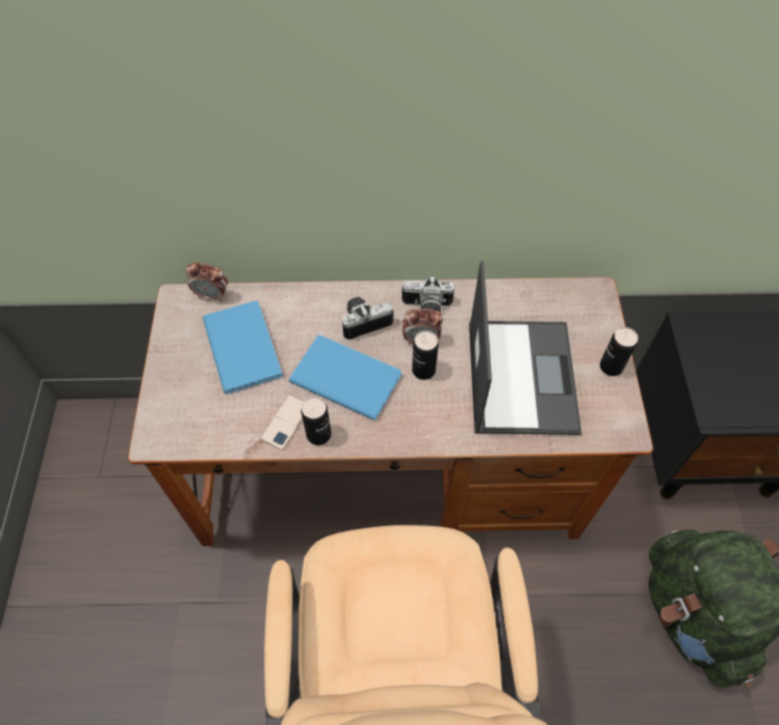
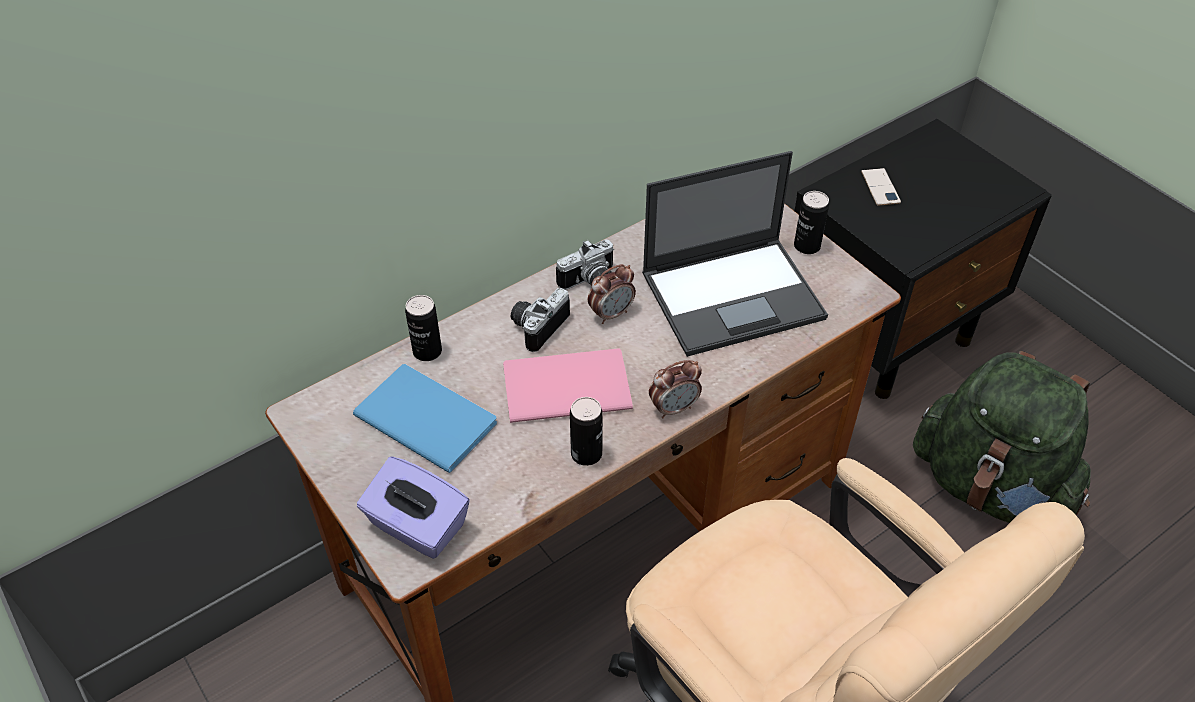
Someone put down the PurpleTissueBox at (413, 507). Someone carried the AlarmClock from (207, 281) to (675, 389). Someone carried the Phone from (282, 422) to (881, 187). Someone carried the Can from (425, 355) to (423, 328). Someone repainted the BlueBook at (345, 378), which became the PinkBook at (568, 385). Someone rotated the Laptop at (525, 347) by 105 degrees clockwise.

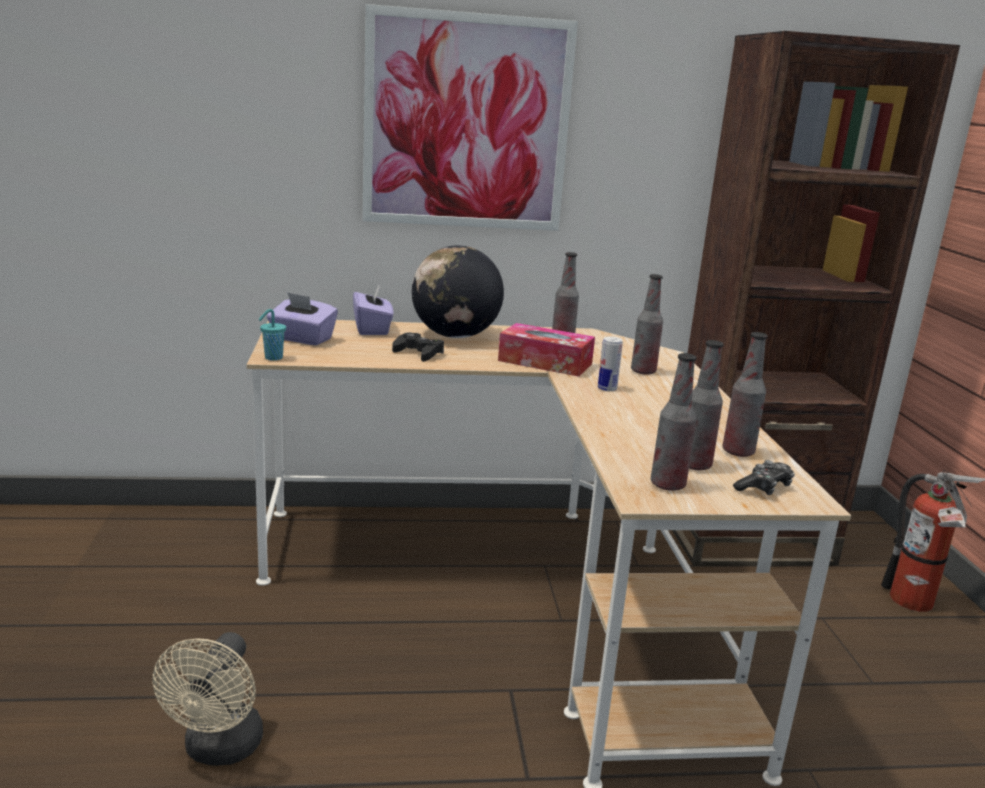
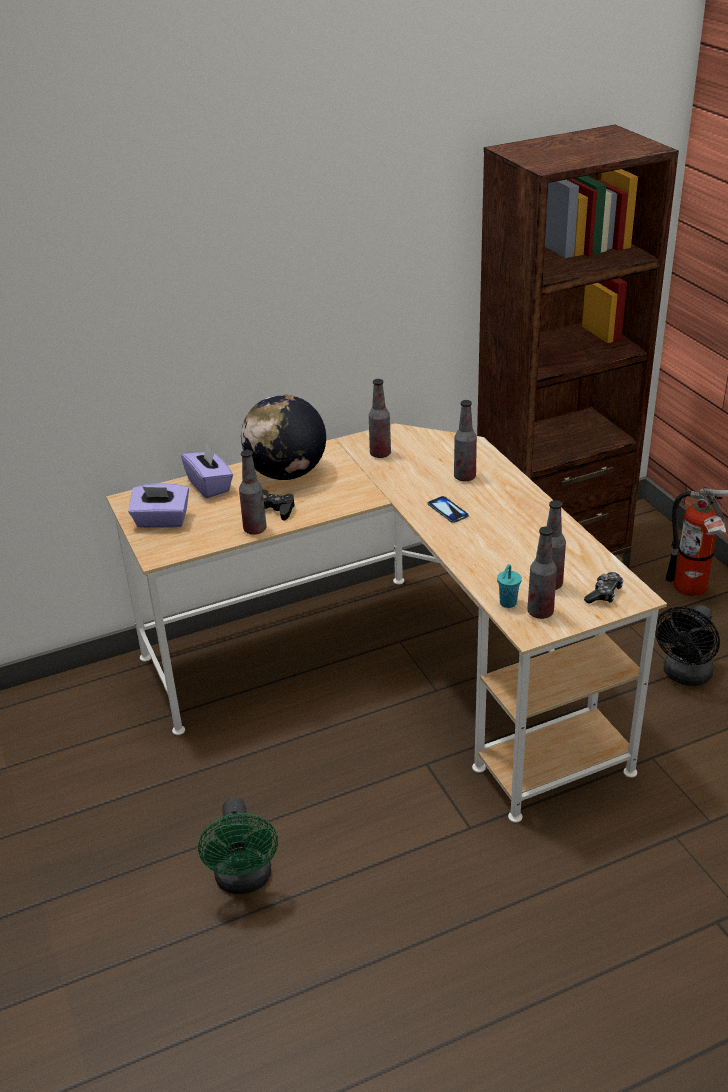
Someone took away the Picture at (470, 117). Someone took away the TissueBox at (546, 350). Someone put down the BlackFan at (687, 645). Someone carried the TurquoiseCup from (272, 335) to (509, 586). Someone carried the Bottle from (745, 394) to (253, 492). Someone swapped the Can at (610, 363) for the Phone at (448, 509). Someone repainted the BeigeFan at (207, 699), which became the GreenFan at (238, 846).

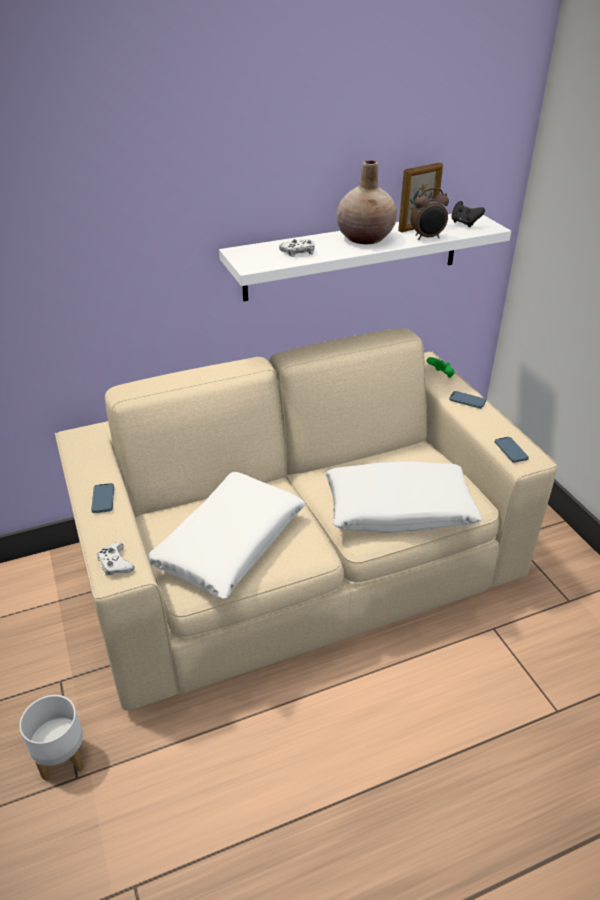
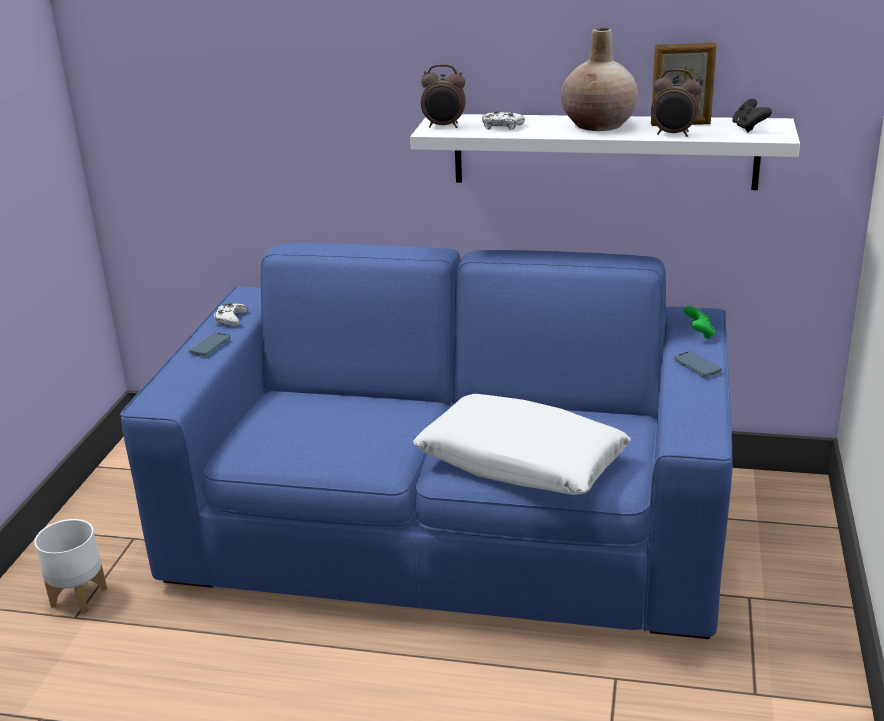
Someone took away the WhitePillow at (227, 535). Someone took away the Phone at (512, 450). Someone put down the AlarmClock at (443, 96). Someone carried the WhiteGameController from (115, 559) to (231, 315). Someone repainted the BeigeSofa at (306, 519), which became the BlueSofa at (426, 441).

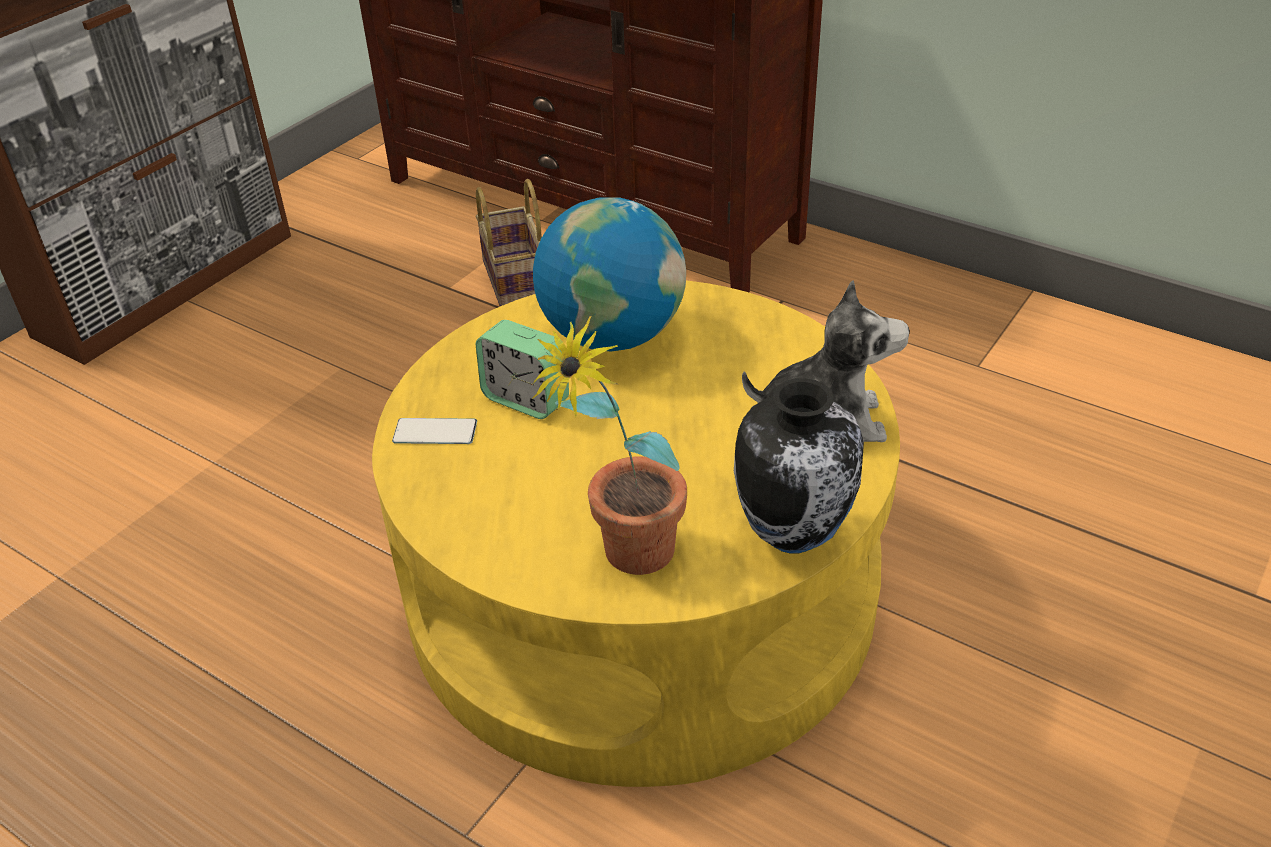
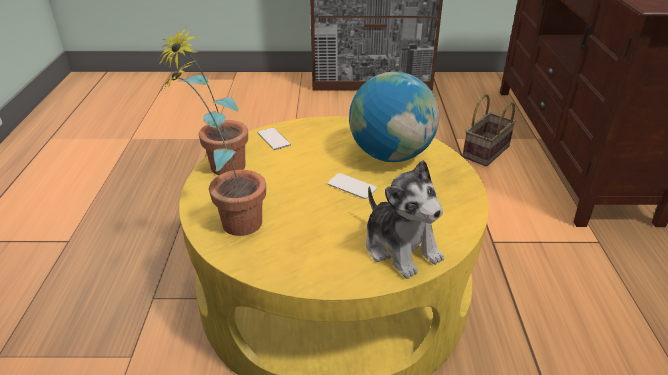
Someone took away the AlarmClock at (522, 369). Someone took away the Vase at (799, 466). Someone put down the PottedPlant at (203, 100). Someone put down the Phone at (352, 186).

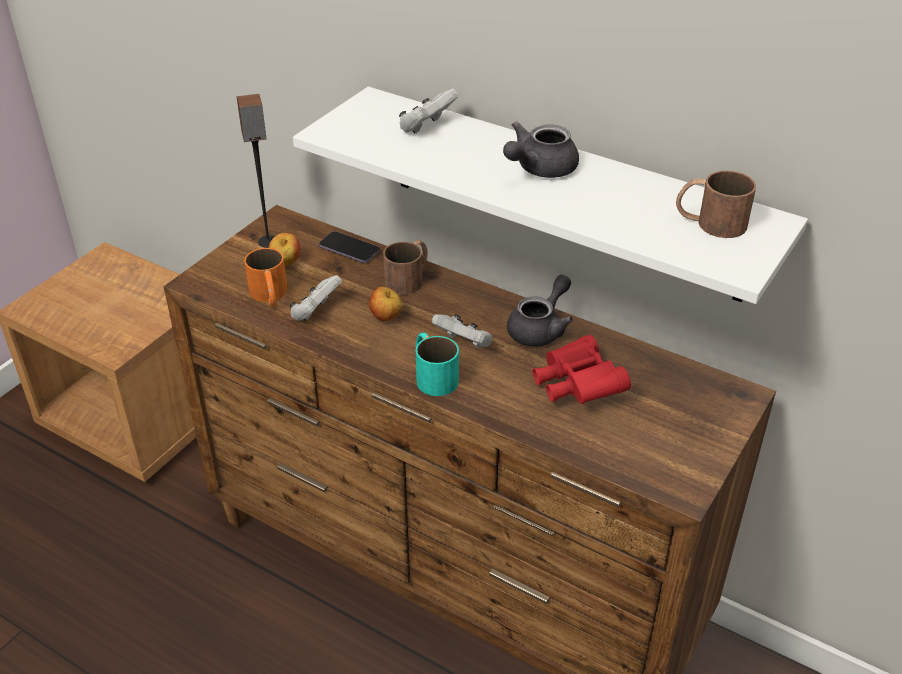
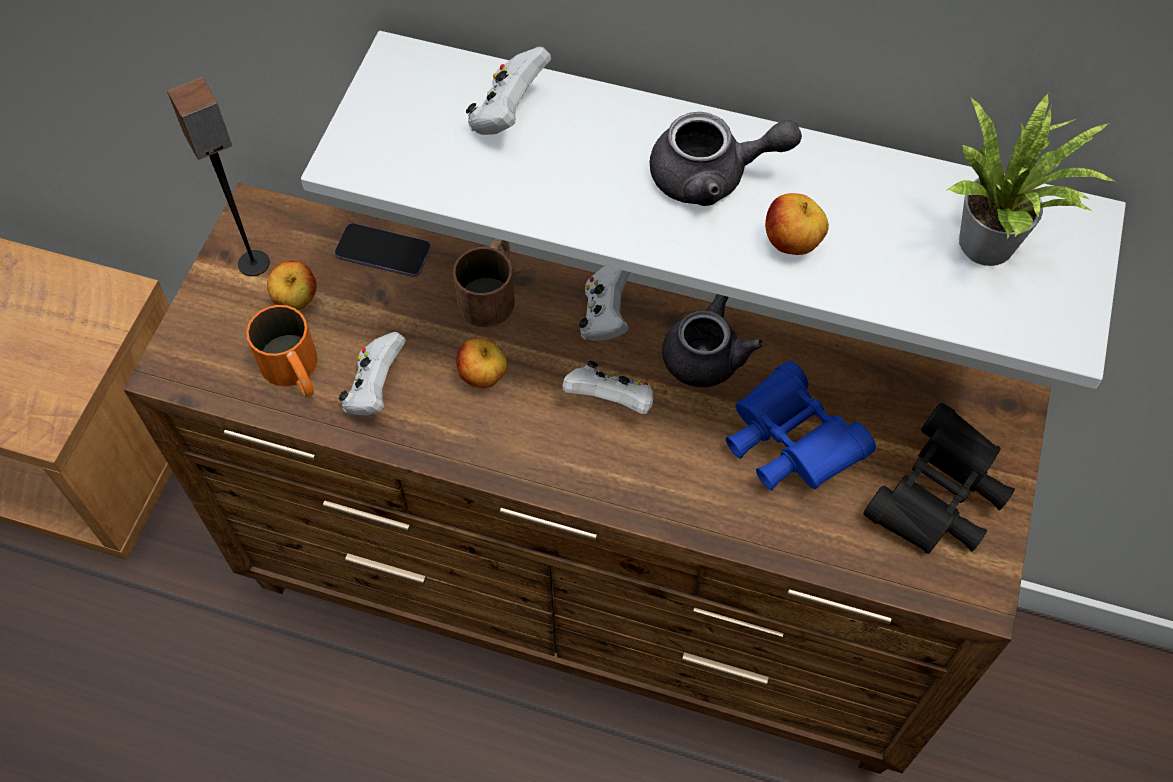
Someone took away the TurquoiseMug at (437, 364). Someone put down the WhiteGameController at (605, 303). Someone put down the Apple at (797, 224). Someone put down the BlackBinoculars at (939, 478). Someone swapped the BrownMug at (716, 204) for the PottedPlant at (1031, 179). Someone repainted the RedBinoculars at (582, 369), which became the BlueBinoculars at (801, 425). Someone rotated the GreyTeapot at (541, 149) by 120 degrees counterclockwise.

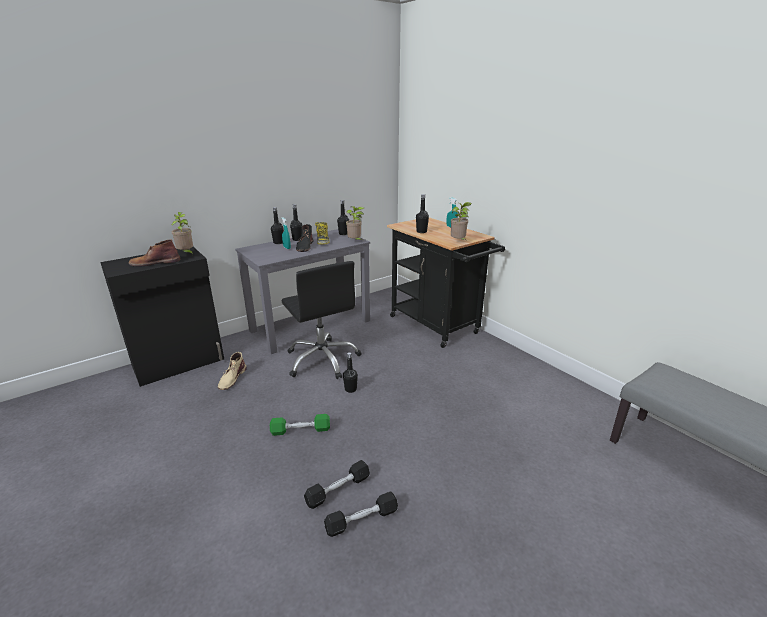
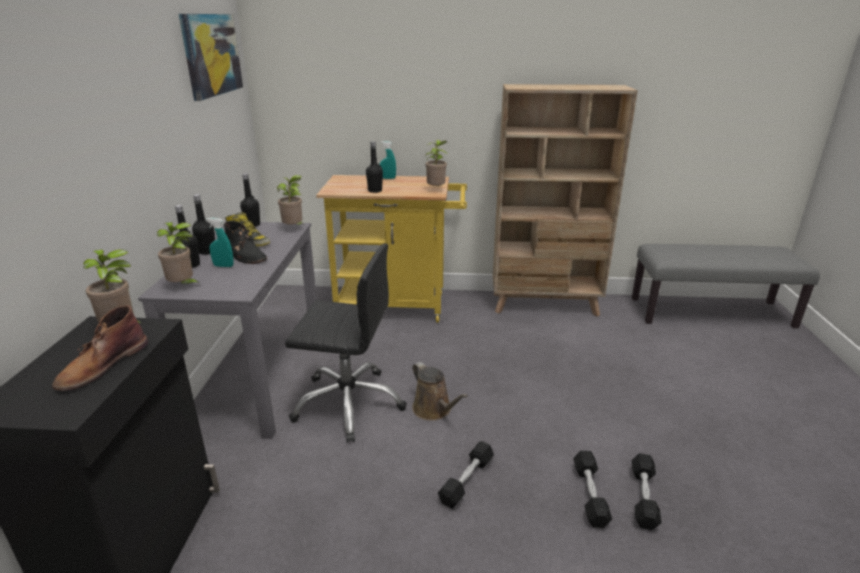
Someone took away the BeigeBoot at (232, 371). Someone put down the PottedPlant at (179, 253). Someone put up the Picture at (211, 57). Someone put down the BeigeBookcase at (565, 200). Someone swapped the BlackBottle at (350, 372) for the BrownWateringCan at (440, 391). Someone repainted the GreenDumbbell at (300, 425), which became the BlackDumbbell at (466, 475). Someone repainted the BlackCart at (446, 282), which became the YellowCart at (391, 249).

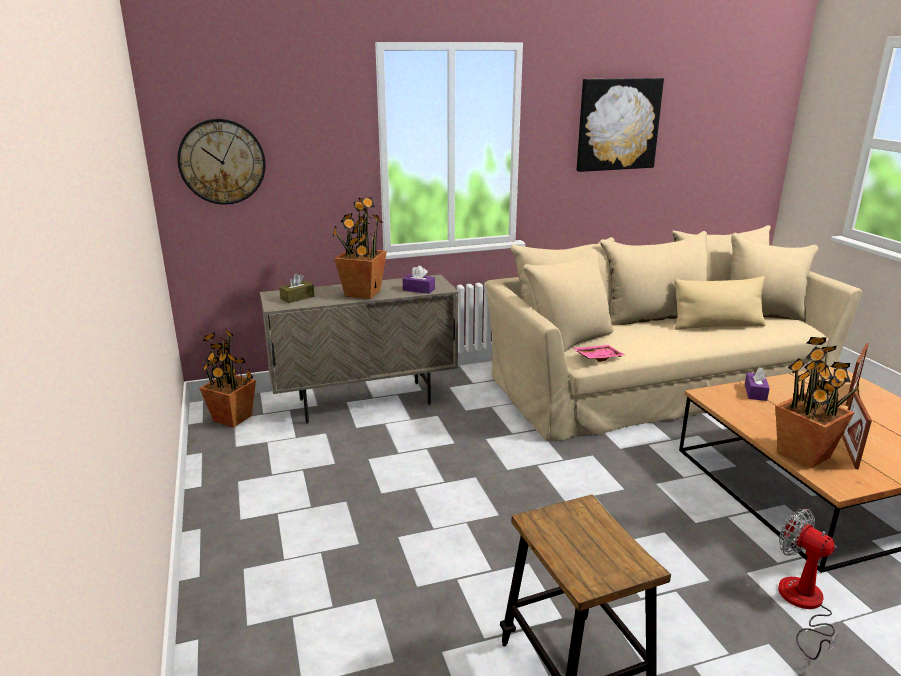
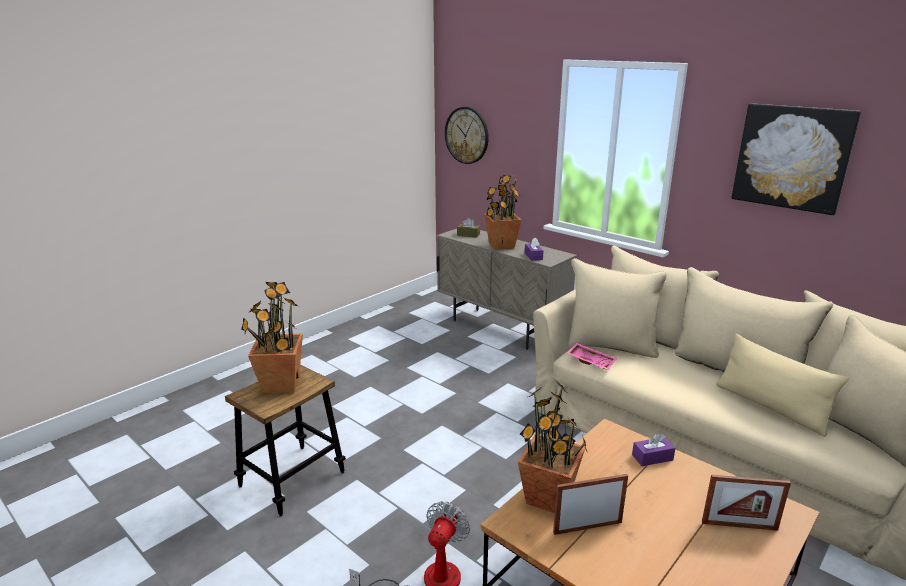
Someone carried the PottedPlant from (227, 378) to (272, 337).

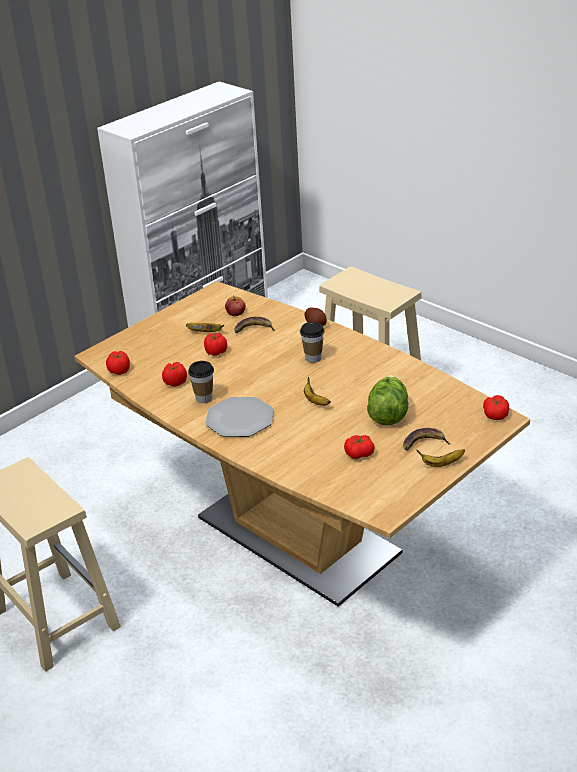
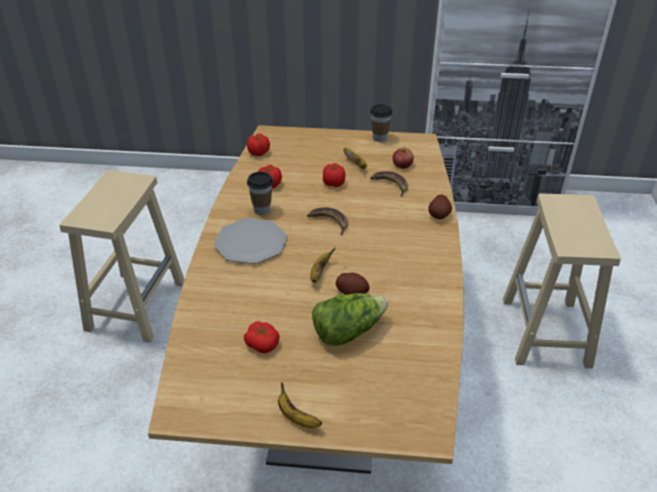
Someone took away the Tomato at (496, 407). Someone put down the Potato at (353, 284). Someone carried the Cup from (312, 342) to (381, 123). Someone carried the Banana from (426, 439) to (327, 221).

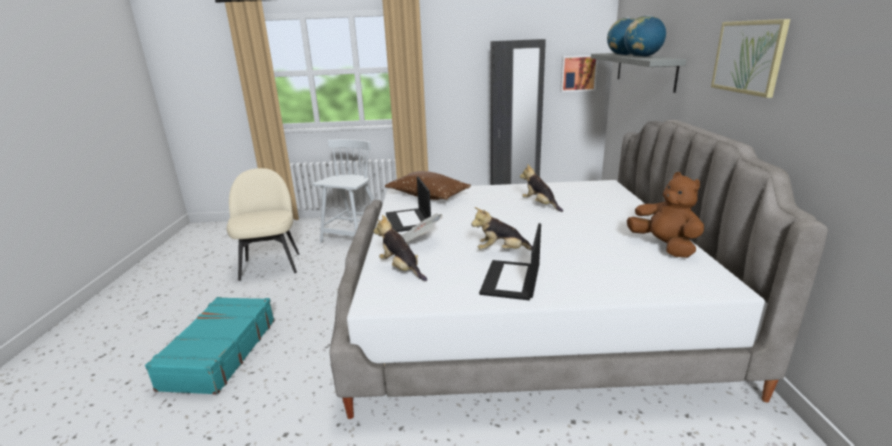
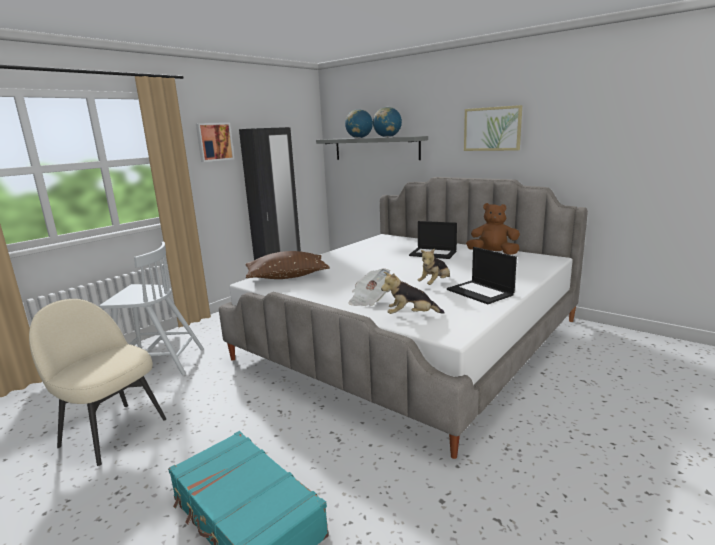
Someone took away the PlushToy at (541, 188). Someone carried the Laptop from (408, 204) to (433, 240). Someone carried the Picture from (579, 73) to (215, 142). Someone rotated the WhiteChair at (343, 190) by 120 degrees clockwise.

